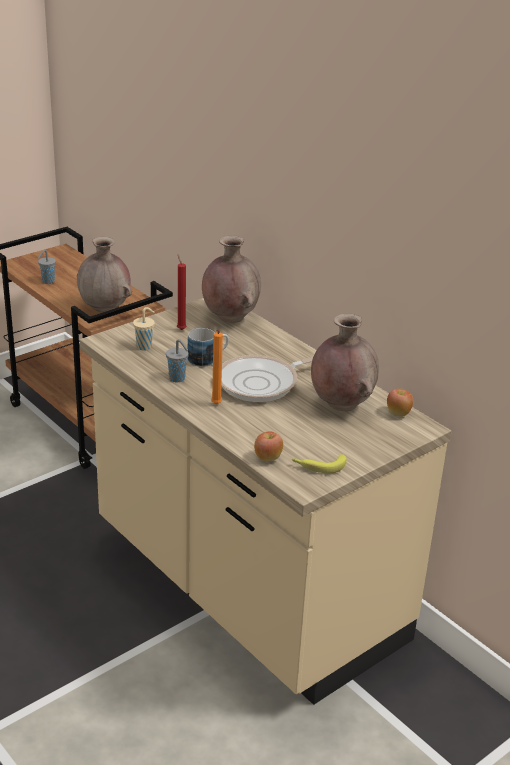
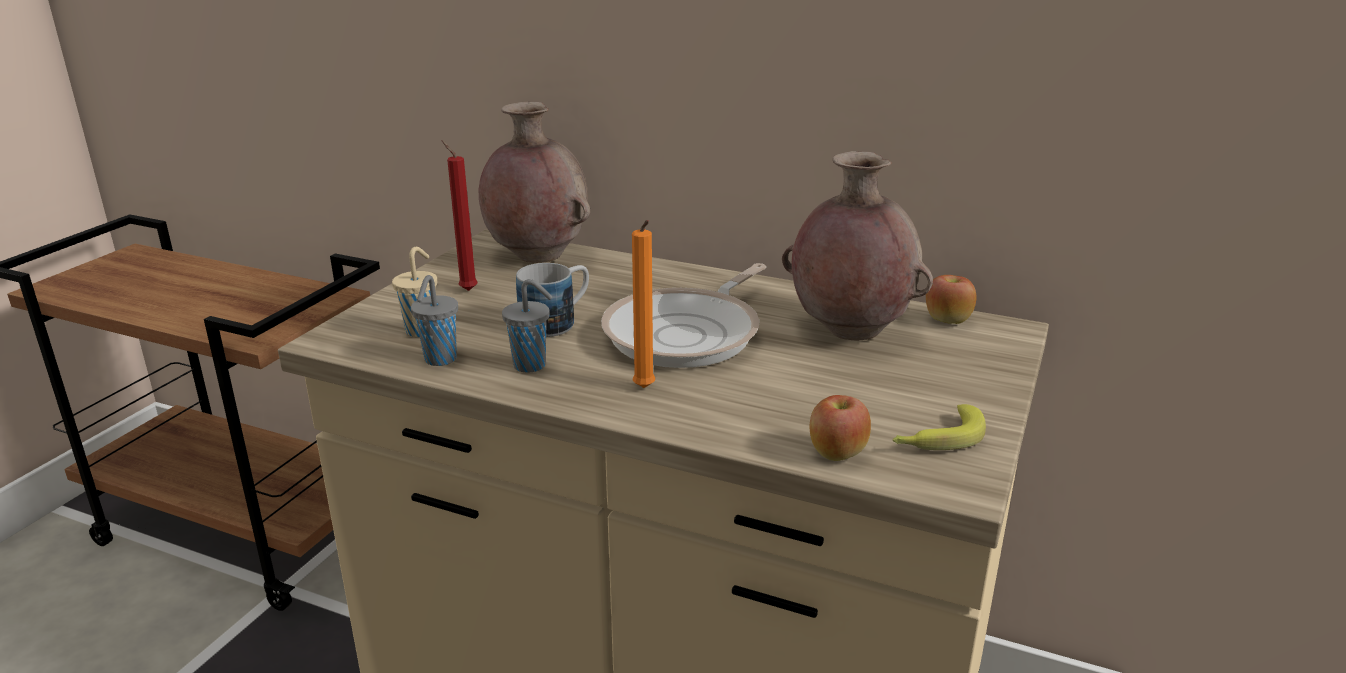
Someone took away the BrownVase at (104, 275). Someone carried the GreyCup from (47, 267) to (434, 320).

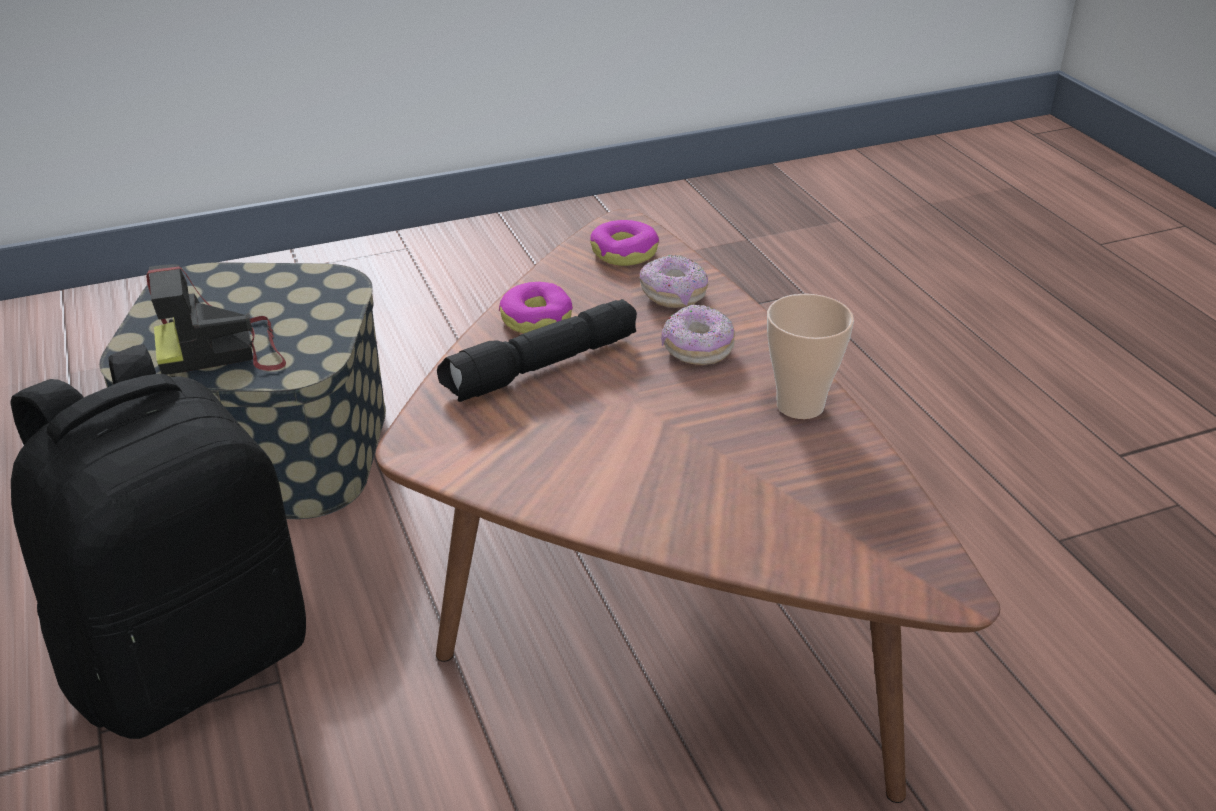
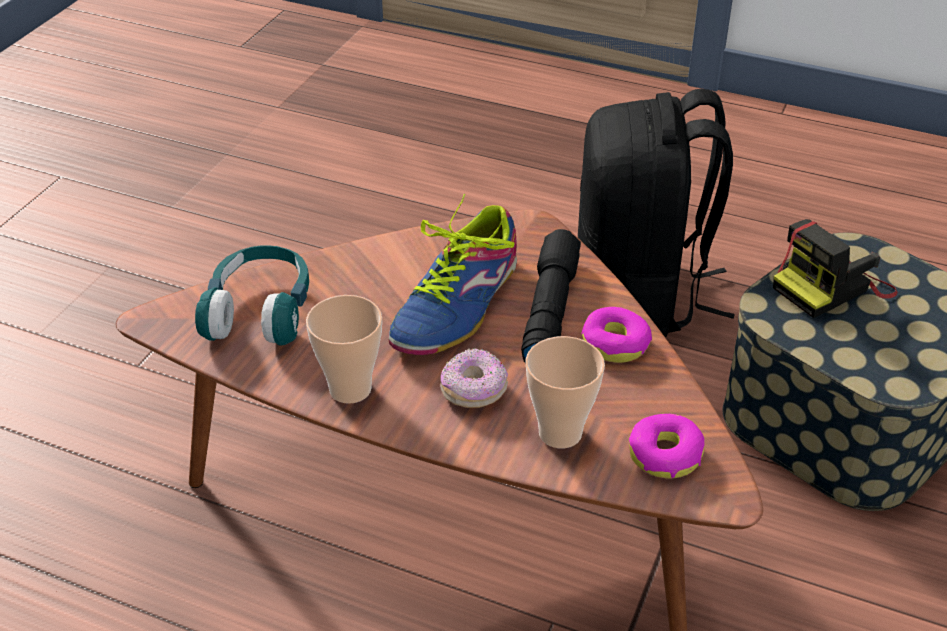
Someone put down the TurquoiseHeadphones at (252, 295). Someone put down the Shoe at (453, 274). Someone swapped the Donut at (673, 281) for the Cup at (565, 392). Someone rotated the PhotoCamera at (216, 319) by 150 degrees counterclockwise.

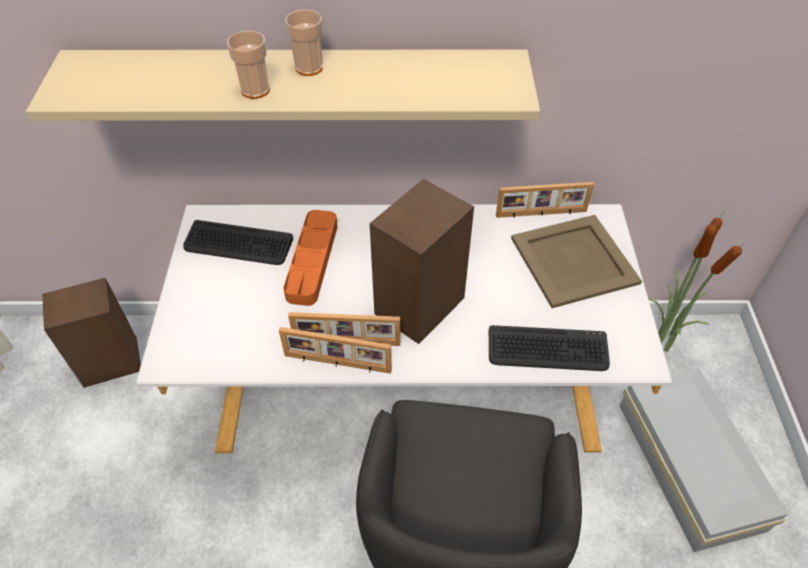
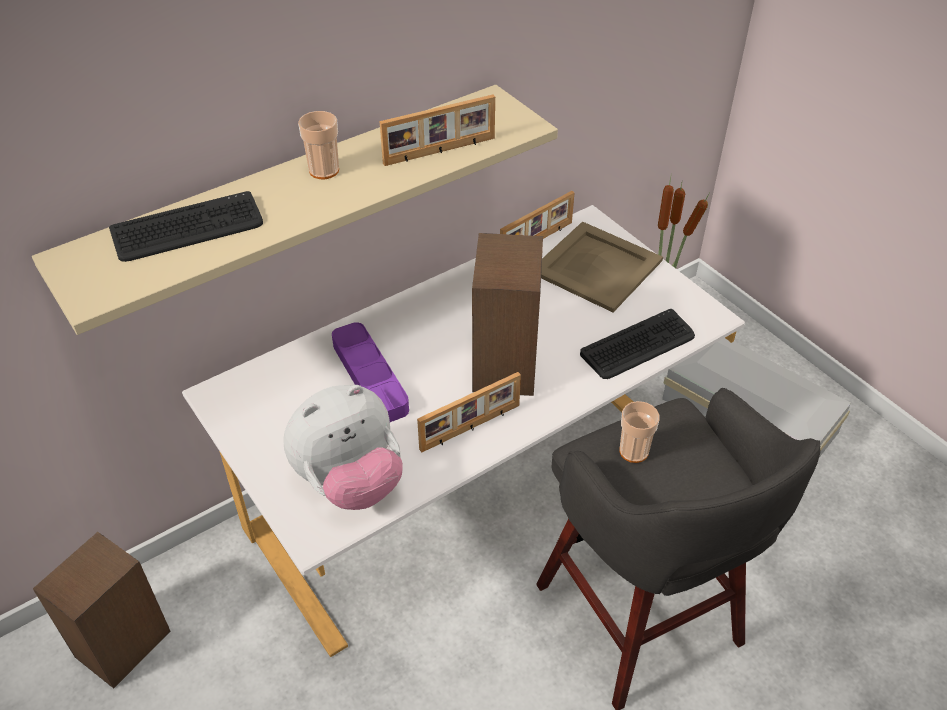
Someone put down the PlushToy at (343, 447). Someone carried the Keyboard from (238, 242) to (186, 226). Someone carried the Cup from (248, 65) to (639, 432). Someone carried the PictureFrame from (335, 350) to (437, 130). Someone repainted the OrangeTray at (310, 258), which became the PurpleTray at (370, 372).

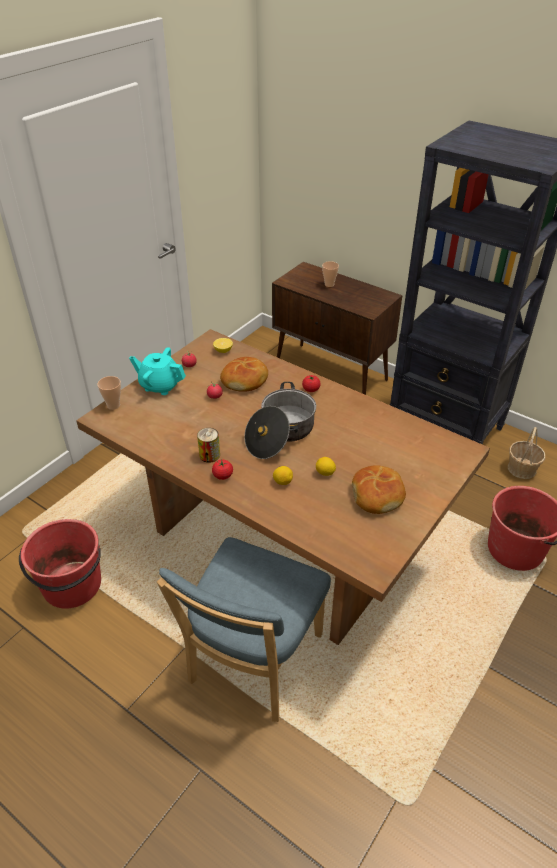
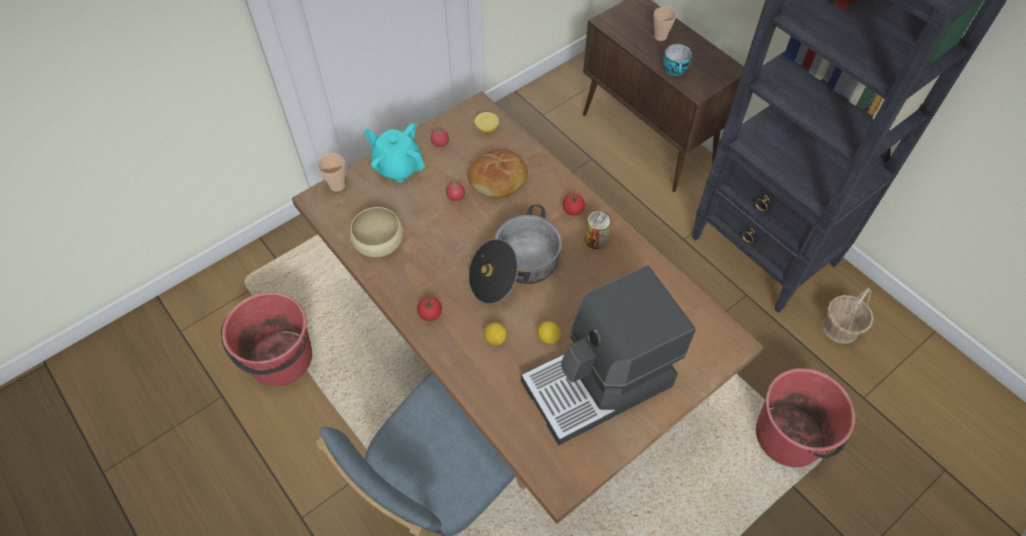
Someone put down the BeigeBowl at (377, 232). Someone put down the Cup at (677, 60). Someone carried the Can from (208, 445) to (598, 230). Someone swapped the Bread at (379, 489) for the CoffeeMachine at (608, 355).

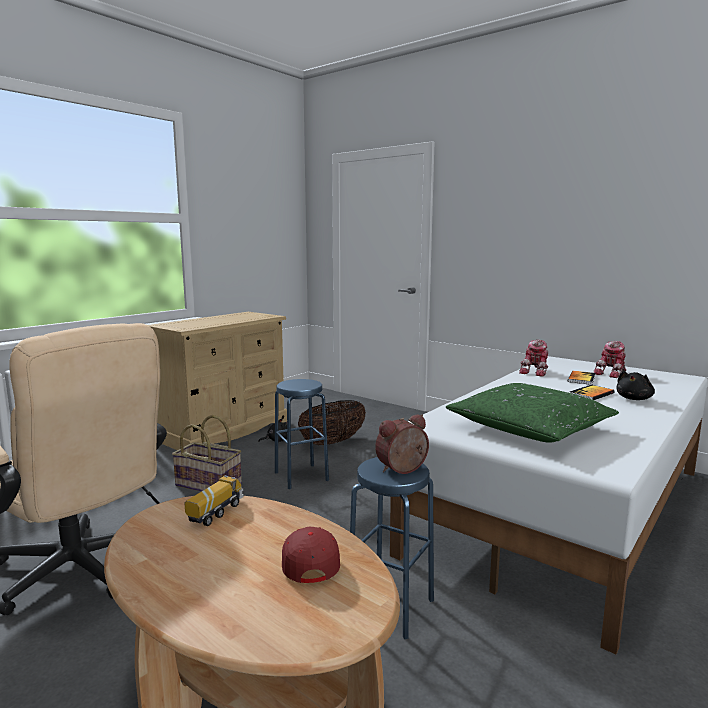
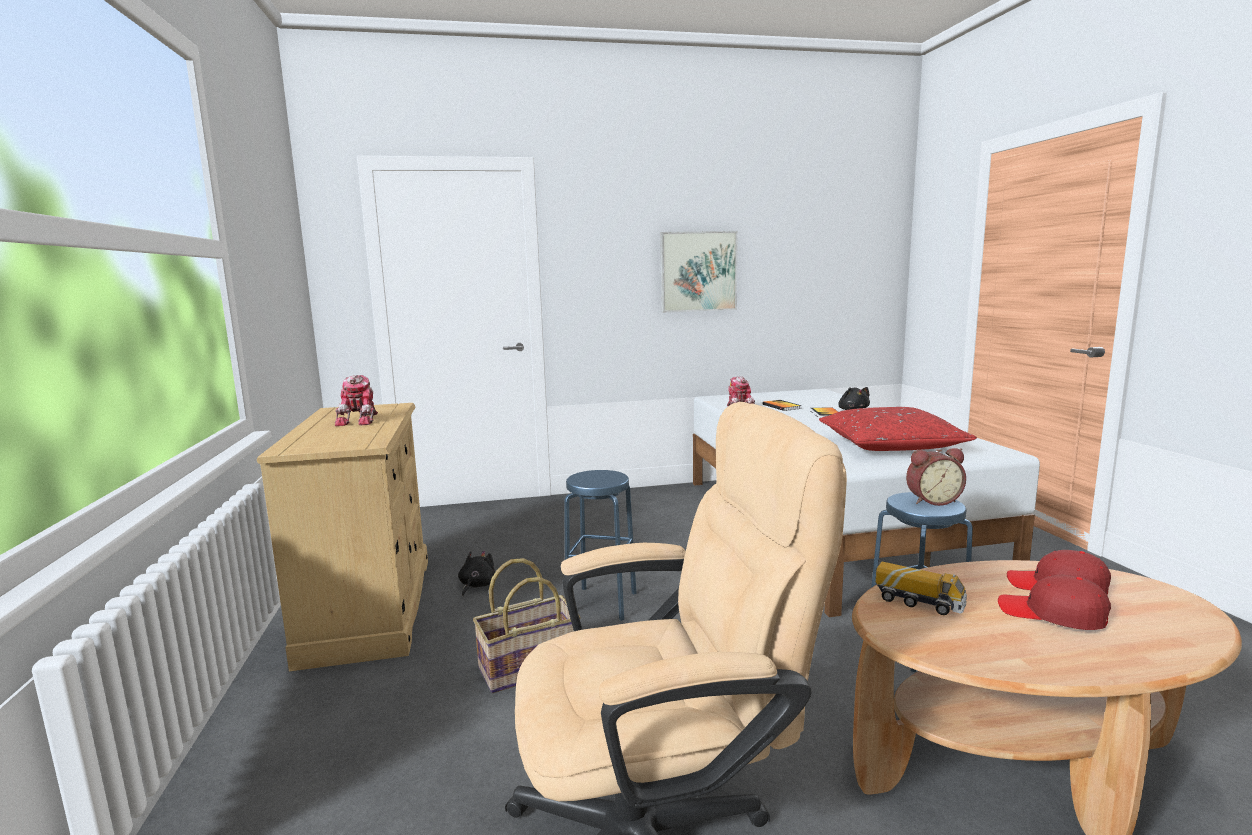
Someone took away the Basket at (332, 422). Someone put up the Picture at (699, 272). Someone put down the RedCap at (1054, 602). Someone carried the ToyRobot from (609, 359) to (356, 400). Someone repainted the GreenPillow at (532, 413), which became the RedPillow at (898, 429). Someone rotated the ToyTruck at (214, 501) by 150 degrees clockwise. Someone rotated the AlarmClock at (402, 444) by 105 degrees counterclockwise.

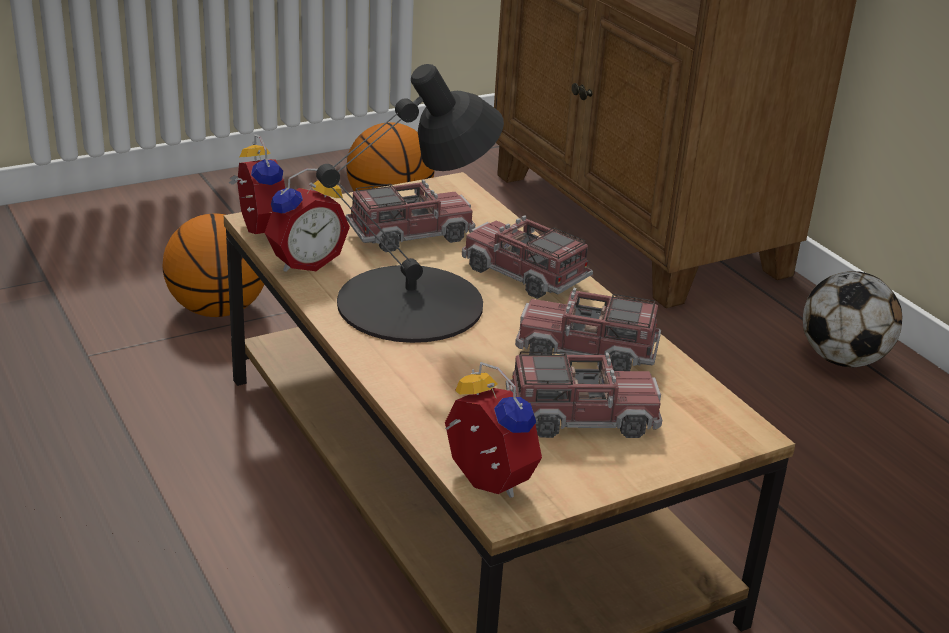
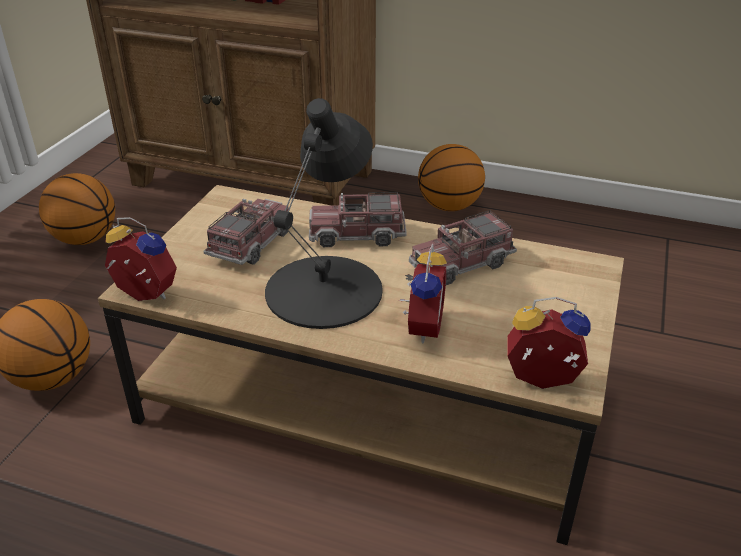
Someone took away the ToyTruck at (584, 395). Someone carried the AlarmClock from (307, 220) to (422, 293). Someone swapped the Football at (852, 319) for the Basketball at (451, 177).

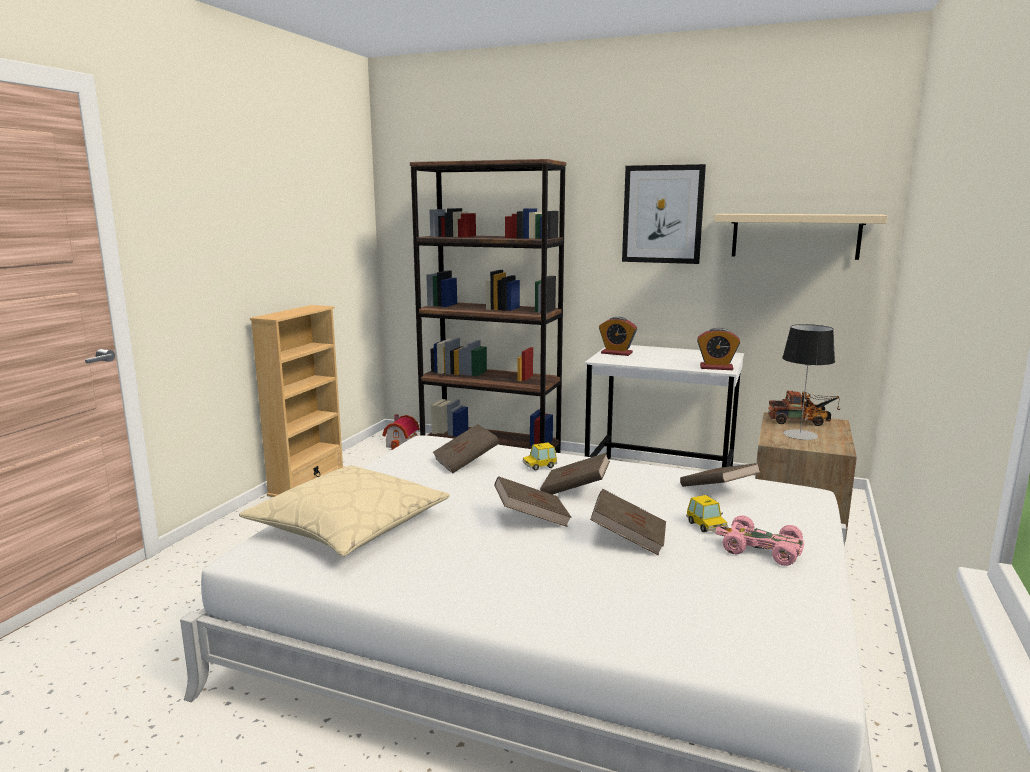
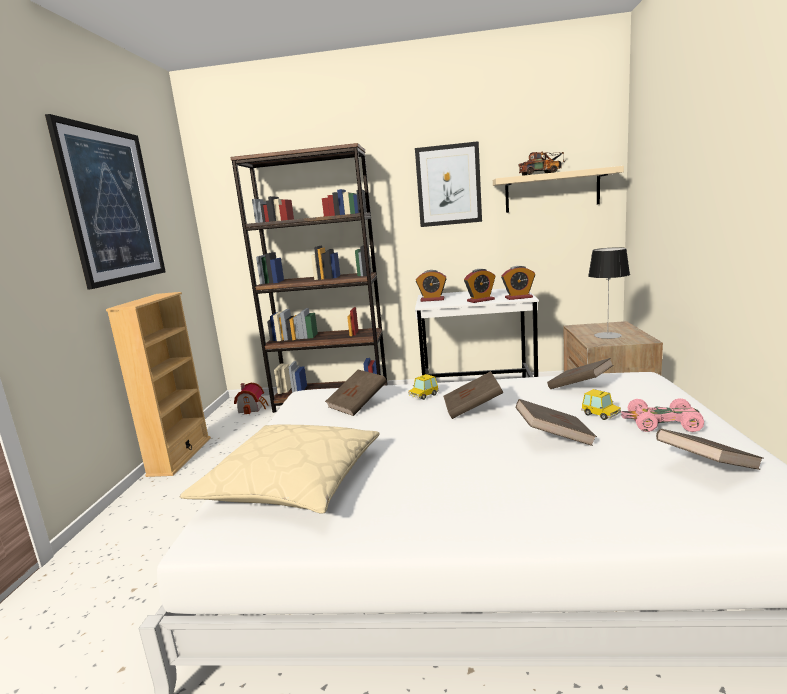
Someone put up the Picture at (105, 202). Someone put down the AlarmClock at (479, 286). Someone carried the BrownBook from (533, 501) to (710, 449). Someone carried the ToyTruck from (804, 408) to (541, 163).

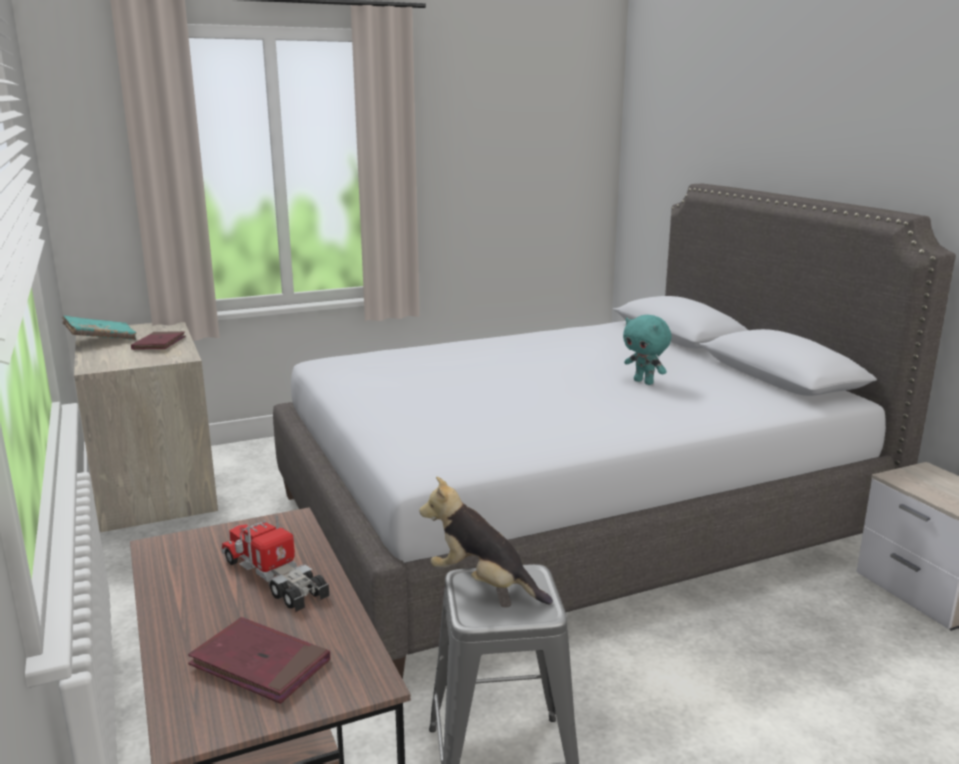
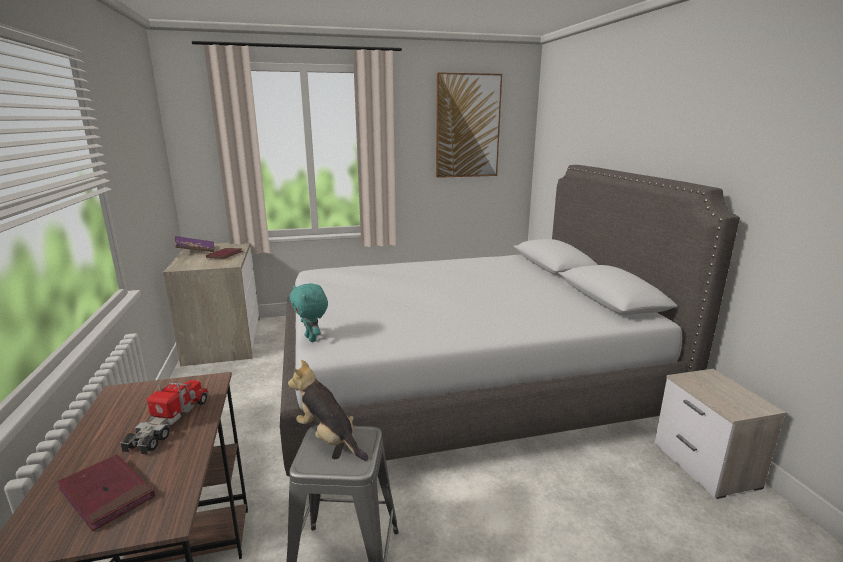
Someone put up the Picture at (469, 125). Someone carried the TurquoisePlushToy from (647, 350) to (308, 312). Someone repainted the TurquoiseBook at (99, 327), which became the PurpleBook at (194, 244). Someone rotated the ToyTruck at (275, 563) by 45 degrees clockwise.

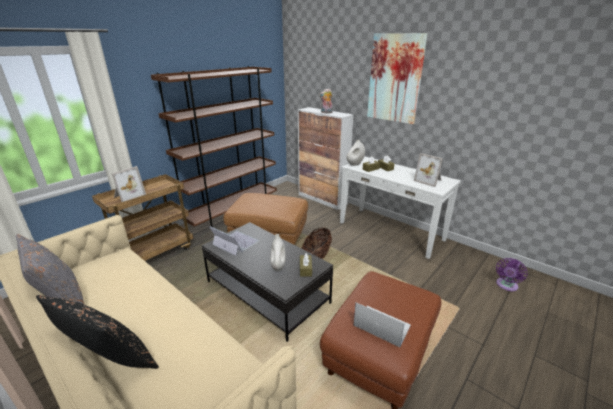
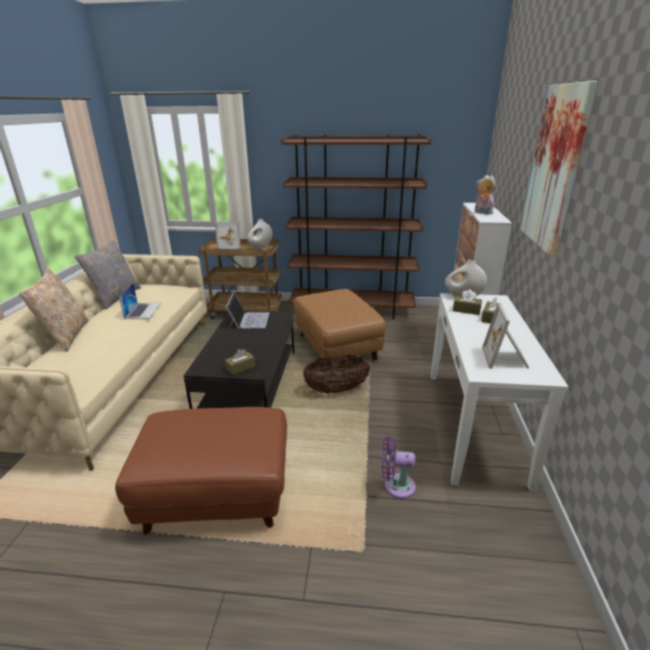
Someone carried the WhiteVase from (278, 253) to (260, 234). Someone carried the Laptop from (382, 324) to (140, 301). Someone carried the PurpleFan from (512, 274) to (398, 467). Someone repainted the BlackPillow at (97, 332), which became the BeigePillow at (54, 310).

